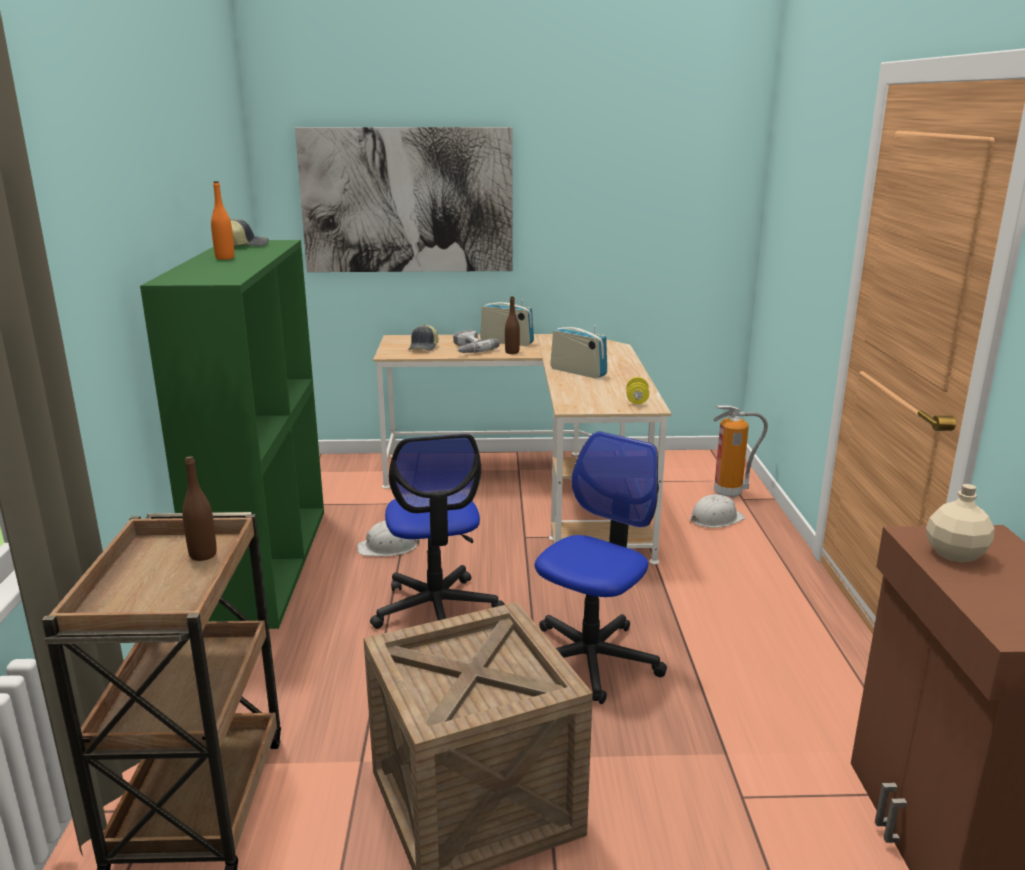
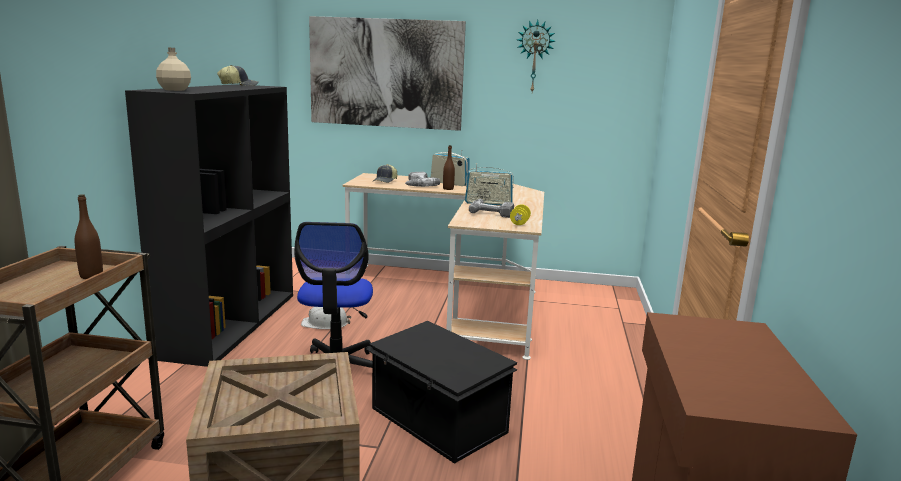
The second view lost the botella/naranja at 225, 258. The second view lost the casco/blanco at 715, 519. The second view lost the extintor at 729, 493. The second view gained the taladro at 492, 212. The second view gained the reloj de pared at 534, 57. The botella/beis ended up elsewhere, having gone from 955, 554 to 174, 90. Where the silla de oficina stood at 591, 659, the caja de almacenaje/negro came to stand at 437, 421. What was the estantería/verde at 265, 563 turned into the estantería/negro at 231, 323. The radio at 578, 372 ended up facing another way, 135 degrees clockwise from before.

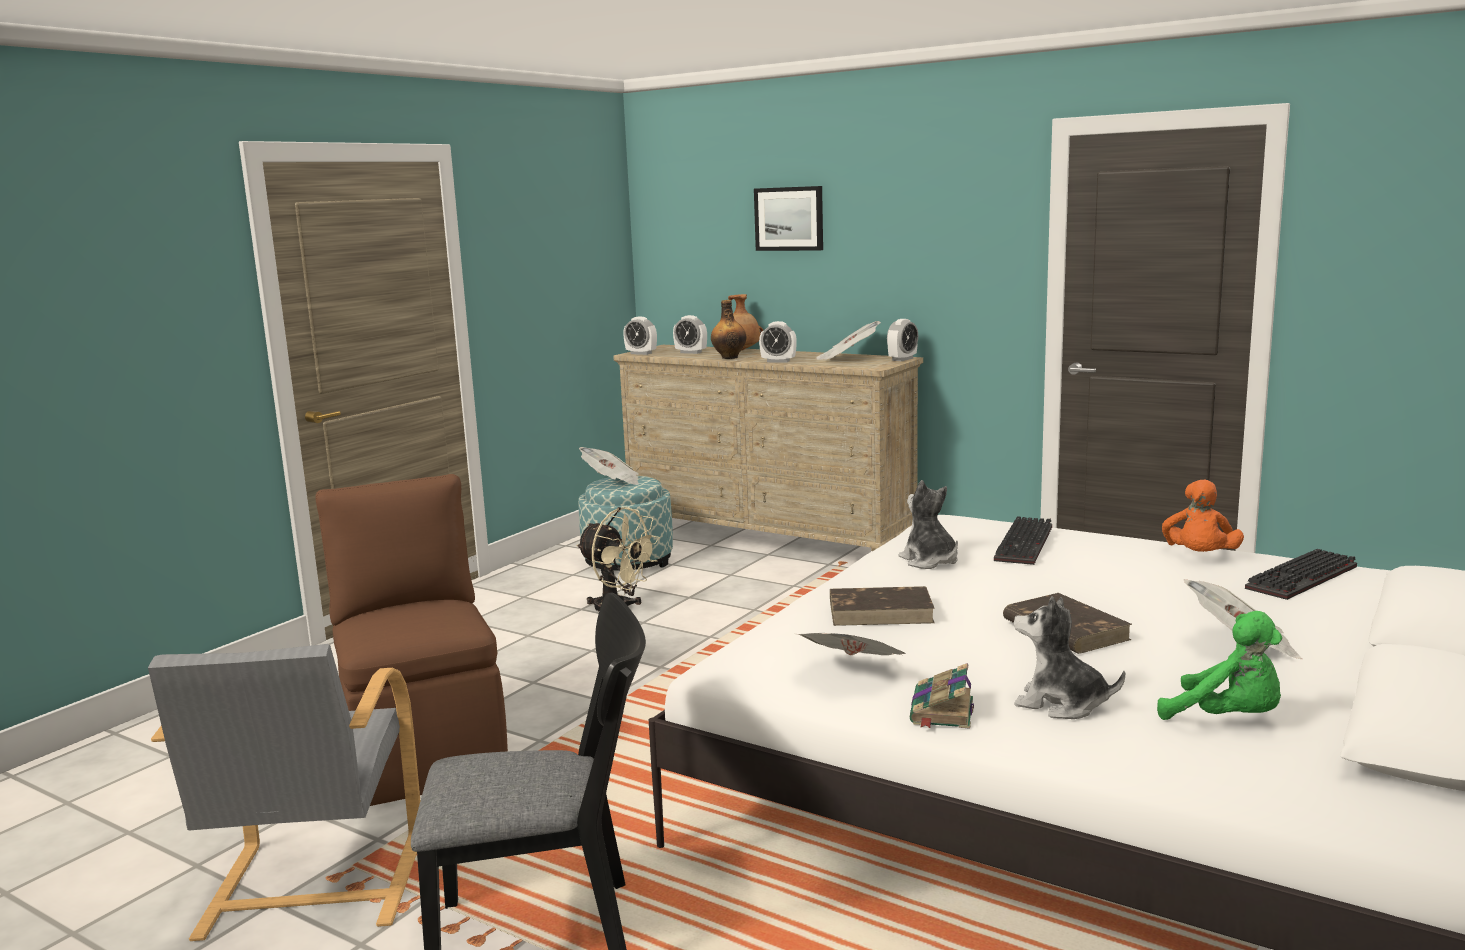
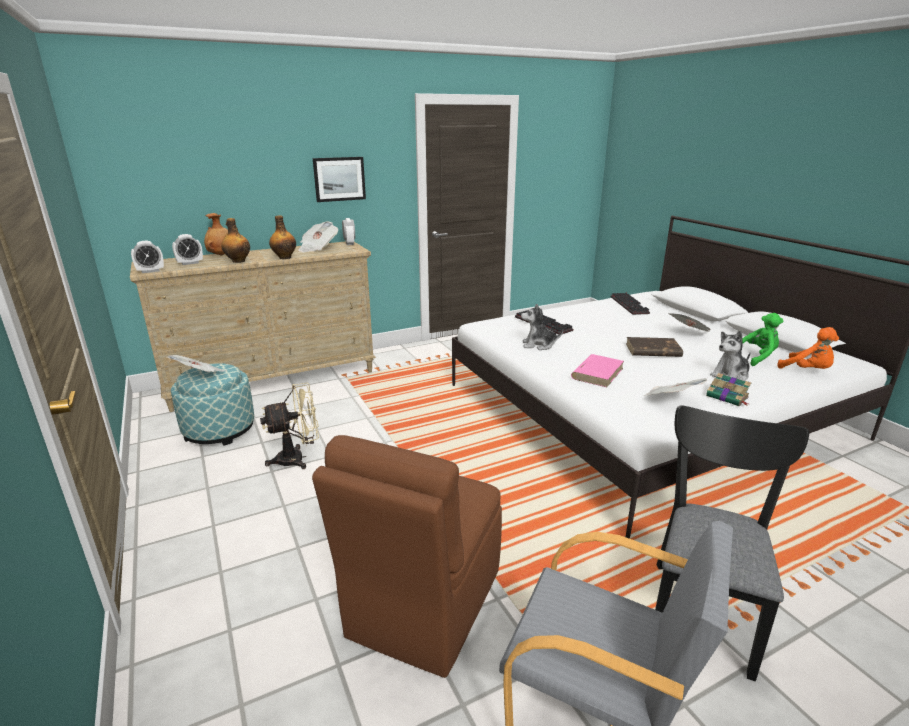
The cuadro ended up elsewhere, having gone from 789, 219 to 339, 179. The peluche/naranja ended up elsewhere, having gone from 1199, 557 to 807, 370. Where the despertador stood at 778, 361, the botella came to stand at 284, 257. What was the libro/marrón at 881, 611 turned into the libro/rosa at 597, 373. The silla/marrón at 425, 749 ended up facing another way, 75 degrees counterclockwise from before.

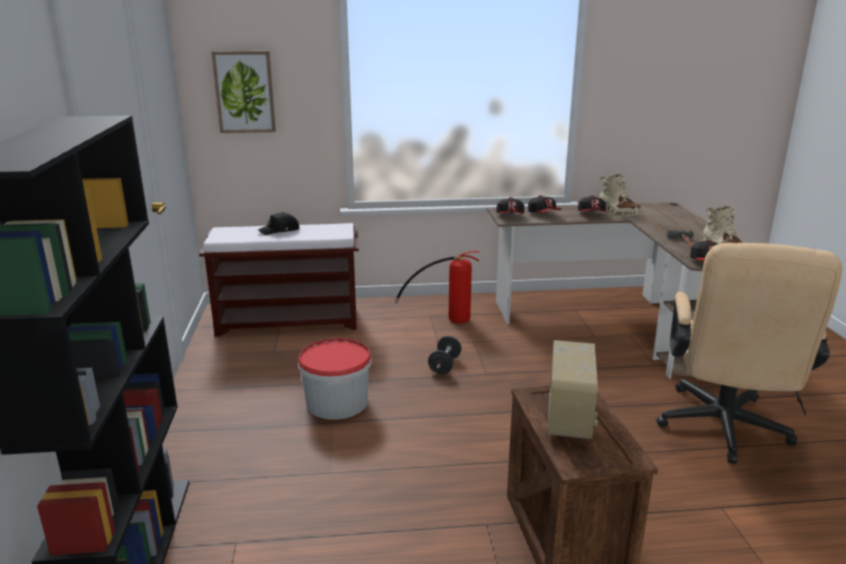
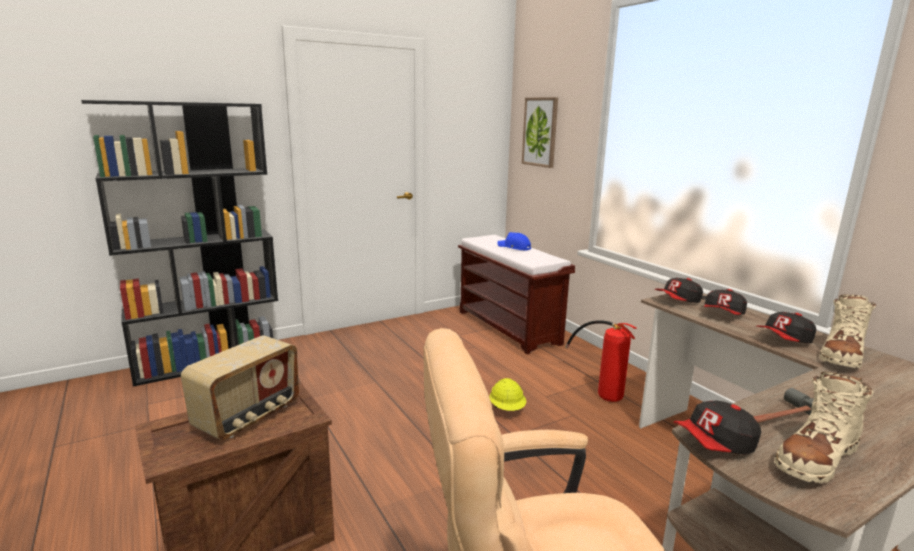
The second view lost the cubo at 337, 402. Where the mancuerna/negro stood at 444, 365, the casco/amarillo came to stand at 507, 409. What was the gorra/negro at 280, 230 turned into the gorra/azul at 514, 247. The radio at 570, 417 ended up facing another way, 45 degrees counterclockwise from before.

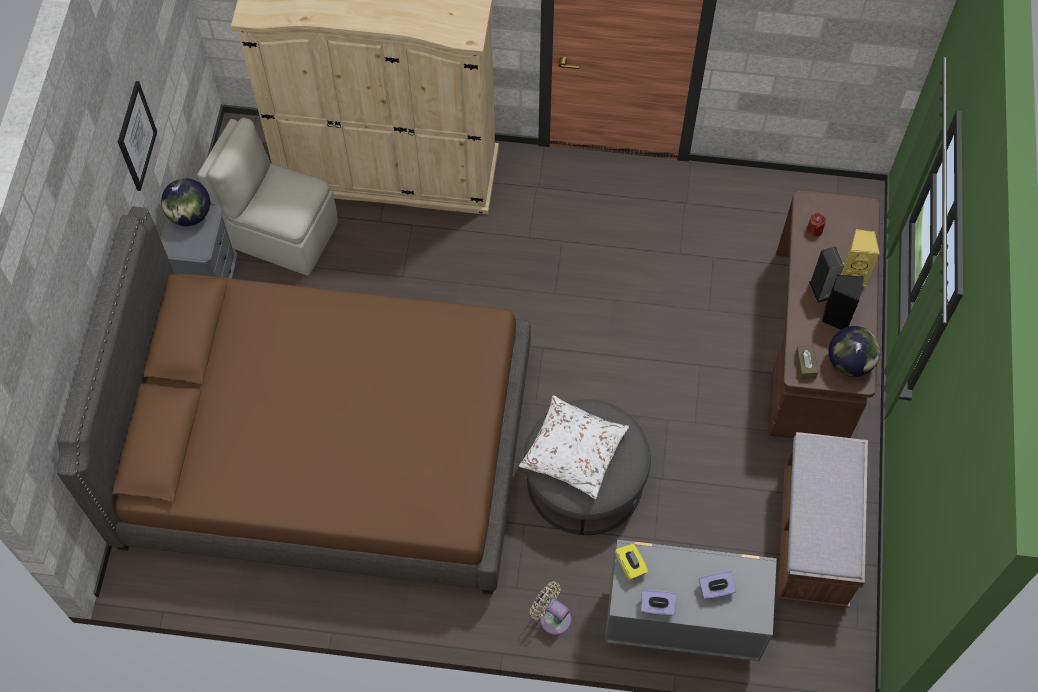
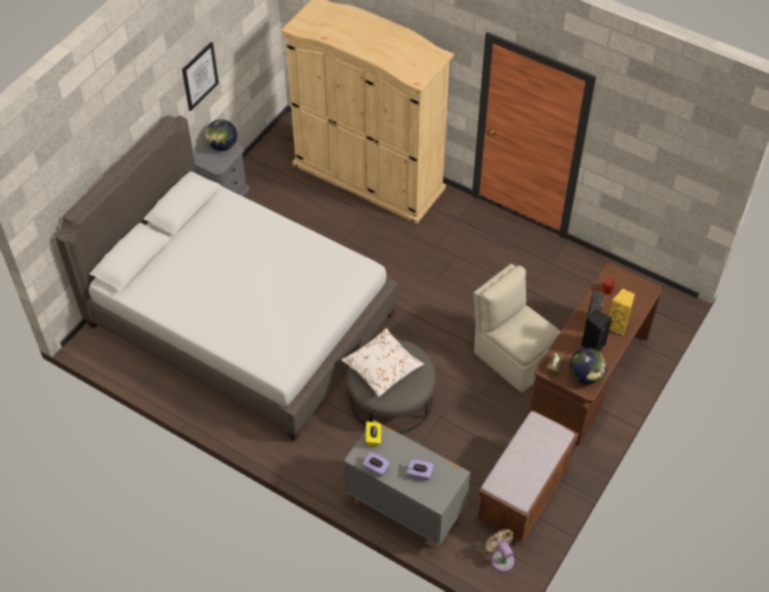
The silla/beis ended up elsewhere, having gone from 281, 233 to 513, 356. The ventilador/beis ended up elsewhere, having gone from 552, 617 to 501, 558. What was the cama/marrón at 327, 451 turned into the cama/gris at 241, 320.

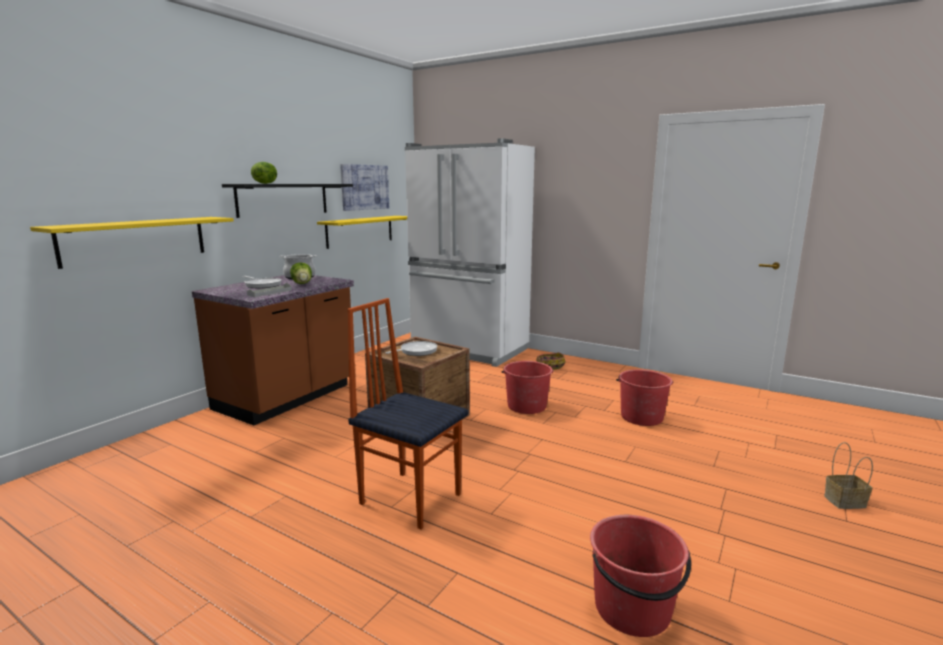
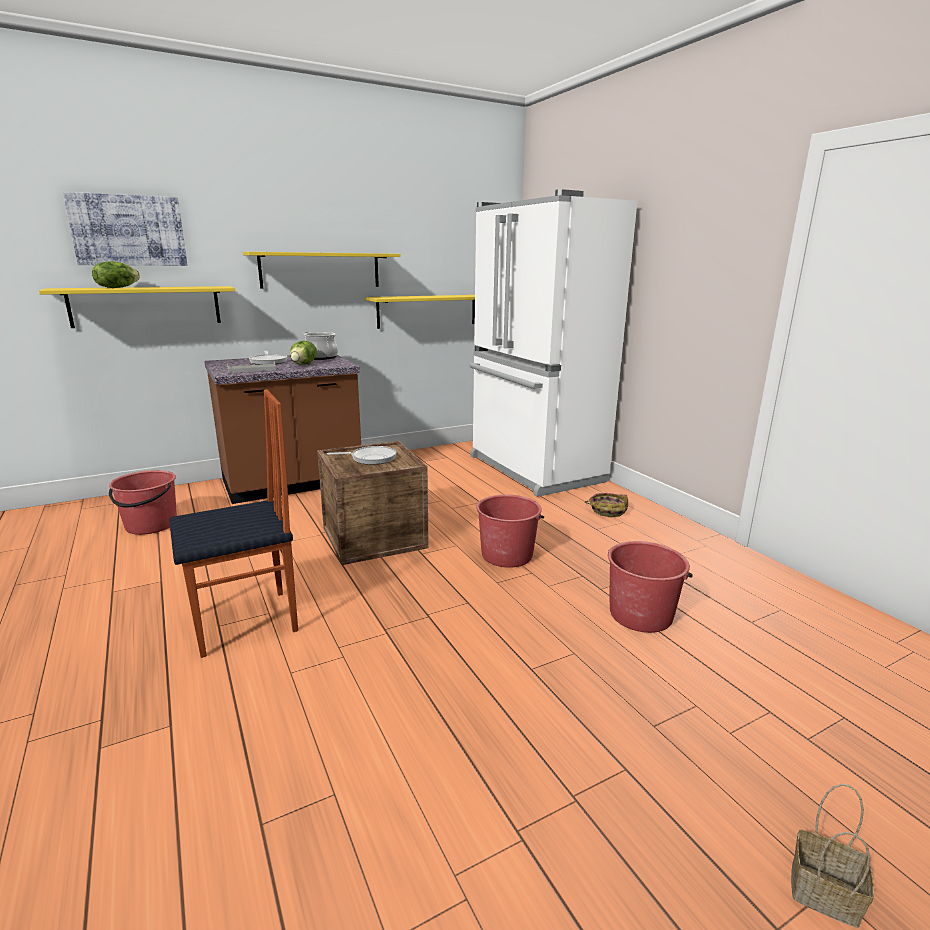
The lechuga ended up elsewhere, having gone from 265, 183 to 117, 288. The cuadro ended up elsewhere, having gone from 365, 187 to 128, 230. The cubo/rojo ended up elsewhere, having gone from 633, 609 to 150, 525. What was the estante/negro at 283, 199 turned into the estante/amarillo at 320, 270. The silla at 410, 498 ended up facing another way, 90 degrees clockwise from before.

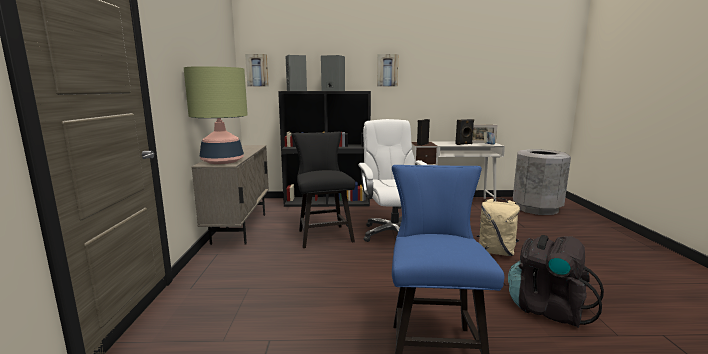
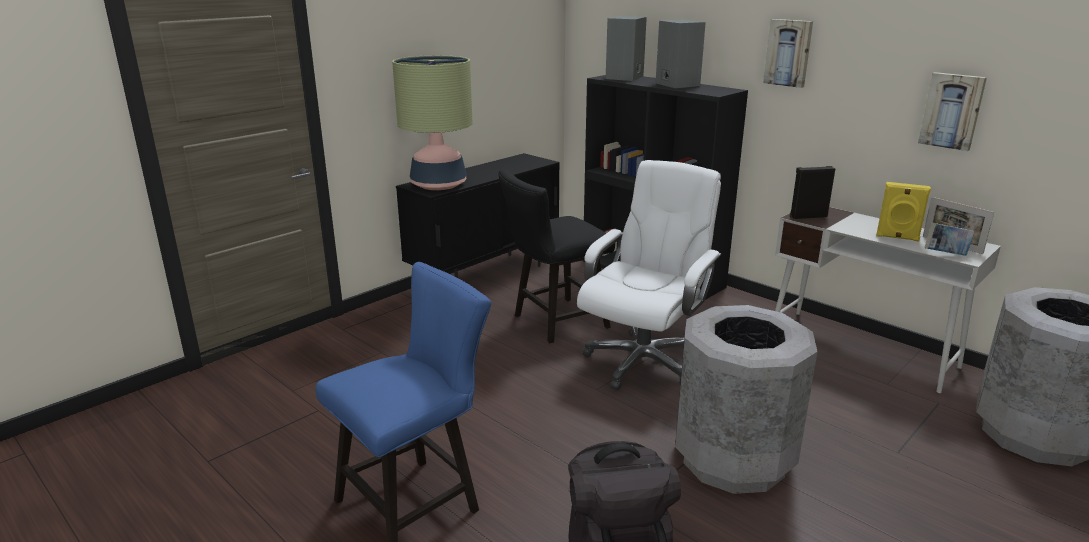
The cuadro ended up elsewhere, having gone from 257, 70 to 952, 111. Where the mochila/beis stood at 496, 252, the papelera/gris came to stand at 734, 460. What was the armario/beis at 240, 228 turned into the armario/negro at 485, 276. What was the altavoz/negro at 464, 144 turned into the altavoz/amarillo at 897, 237. The silla/negro at 323, 234 ended up facing another way, 150 degrees counterclockwise from before.

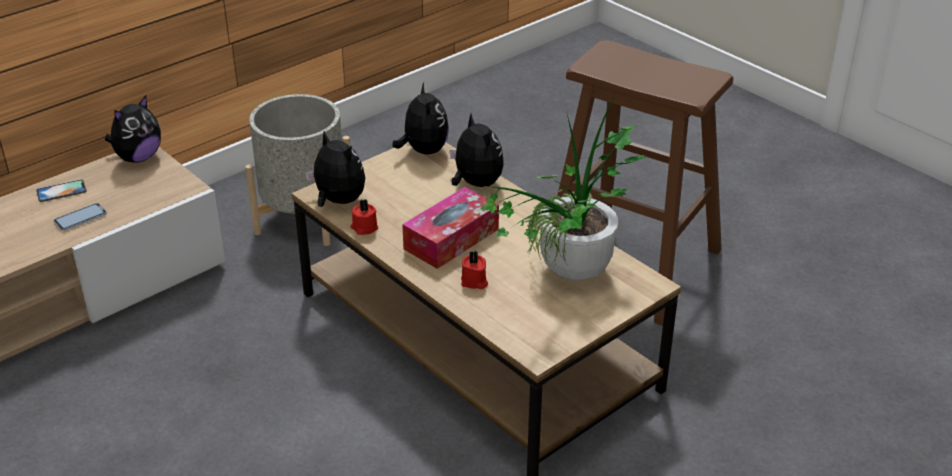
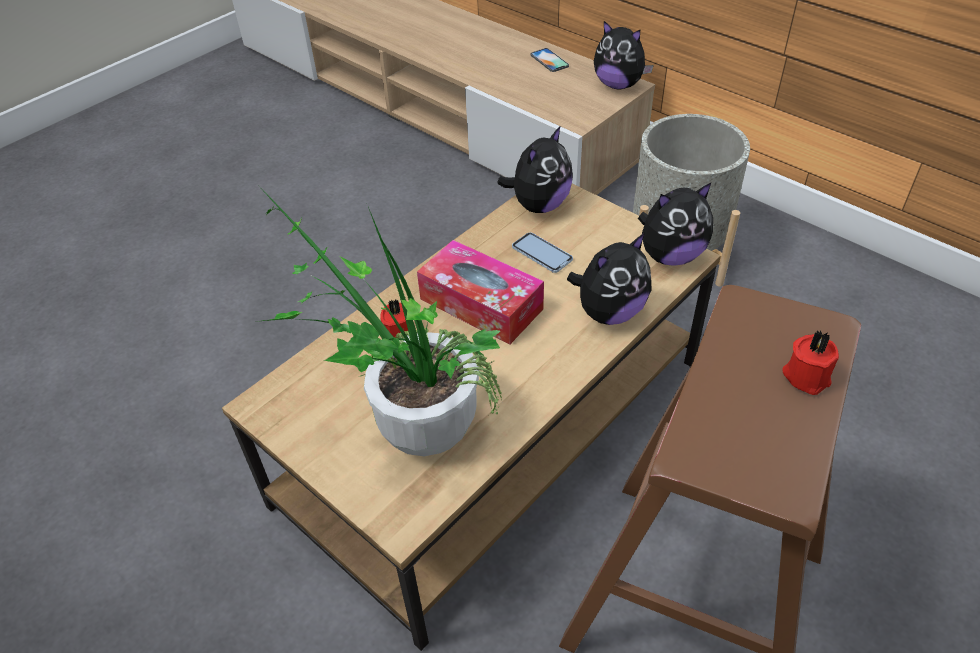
The móvil ended up elsewhere, having gone from 80, 218 to 542, 254. The vela/rojo ended up elsewhere, having gone from 364, 228 to 807, 375.

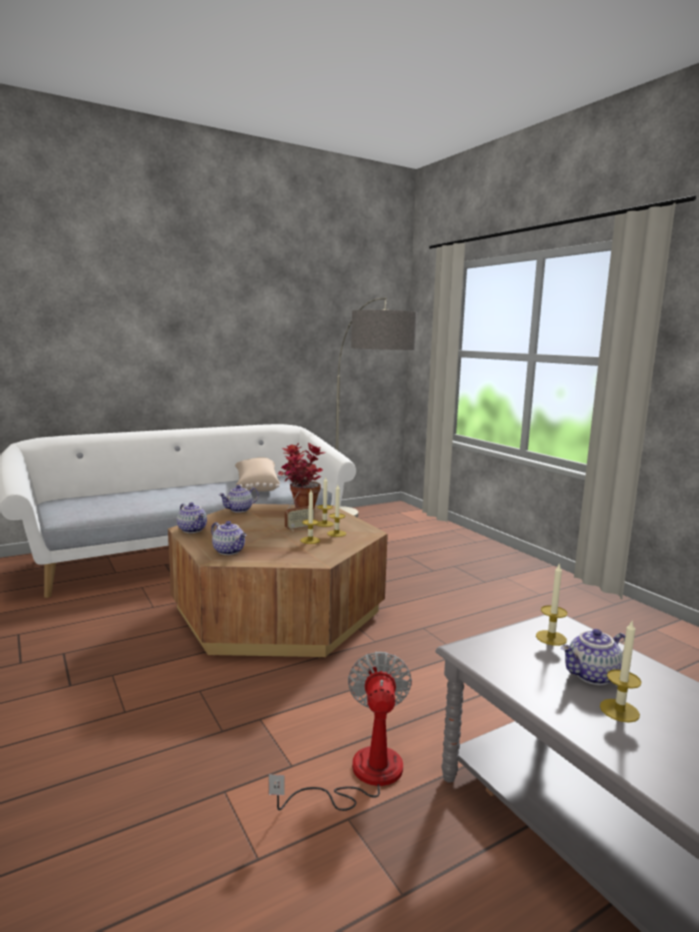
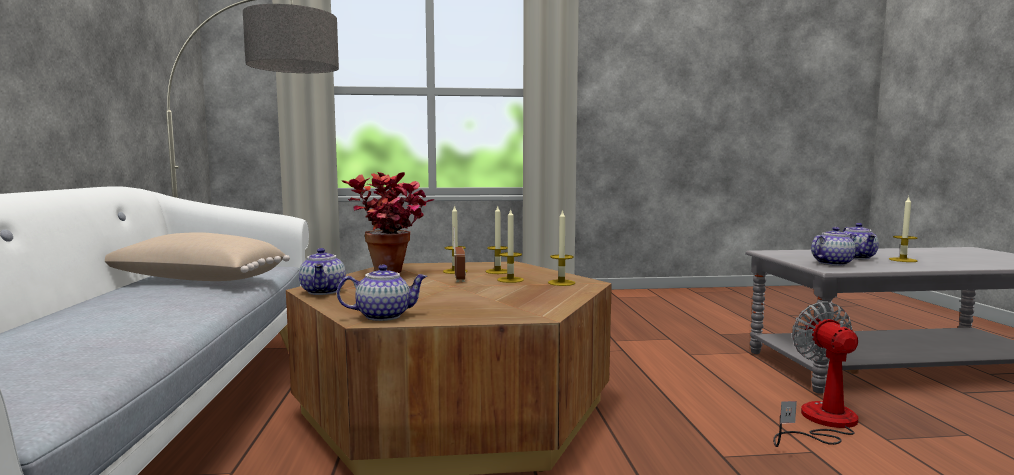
The tetera ended up elsewhere, having gone from 229, 551 to 832, 263. The vela ended up elsewhere, having gone from 551, 638 to 561, 283. The ventilador at 361, 775 ended up facing another way, 60 degrees clockwise from before.

